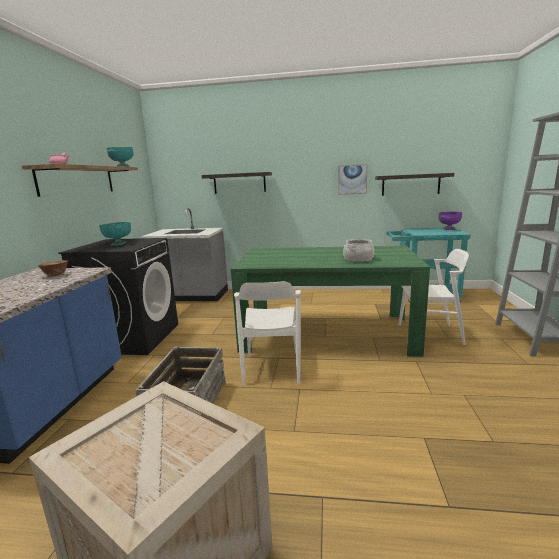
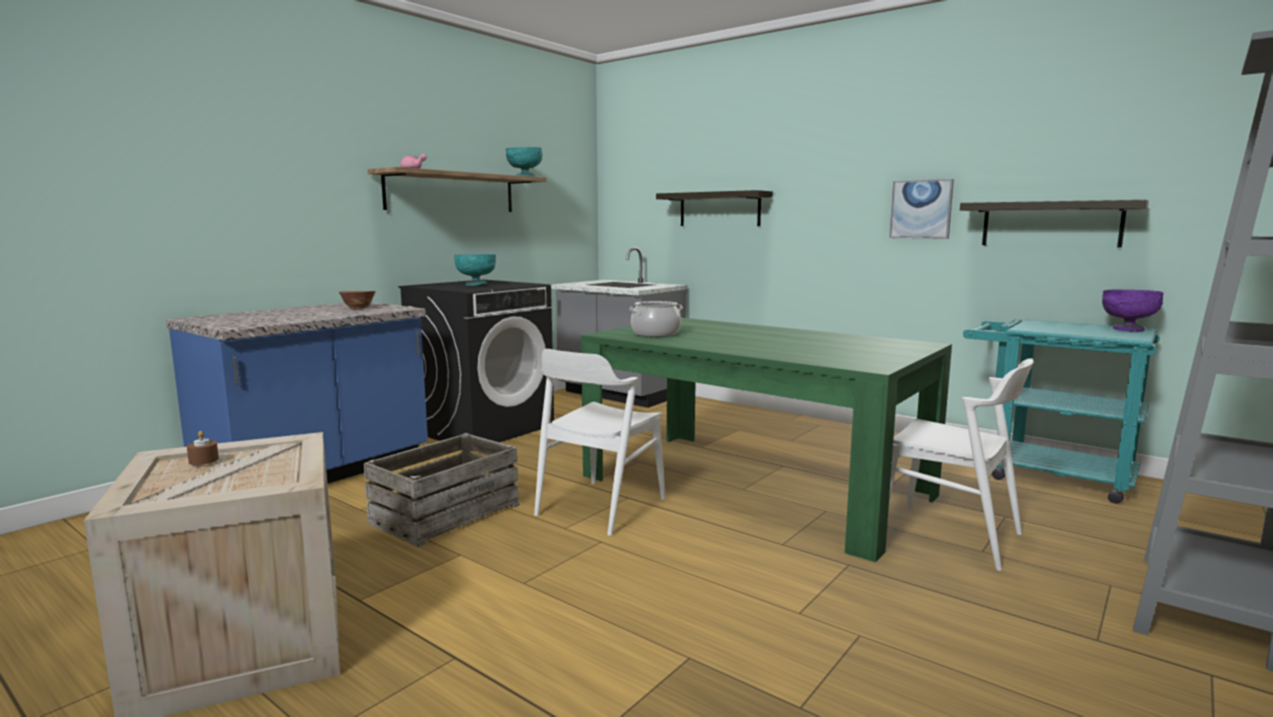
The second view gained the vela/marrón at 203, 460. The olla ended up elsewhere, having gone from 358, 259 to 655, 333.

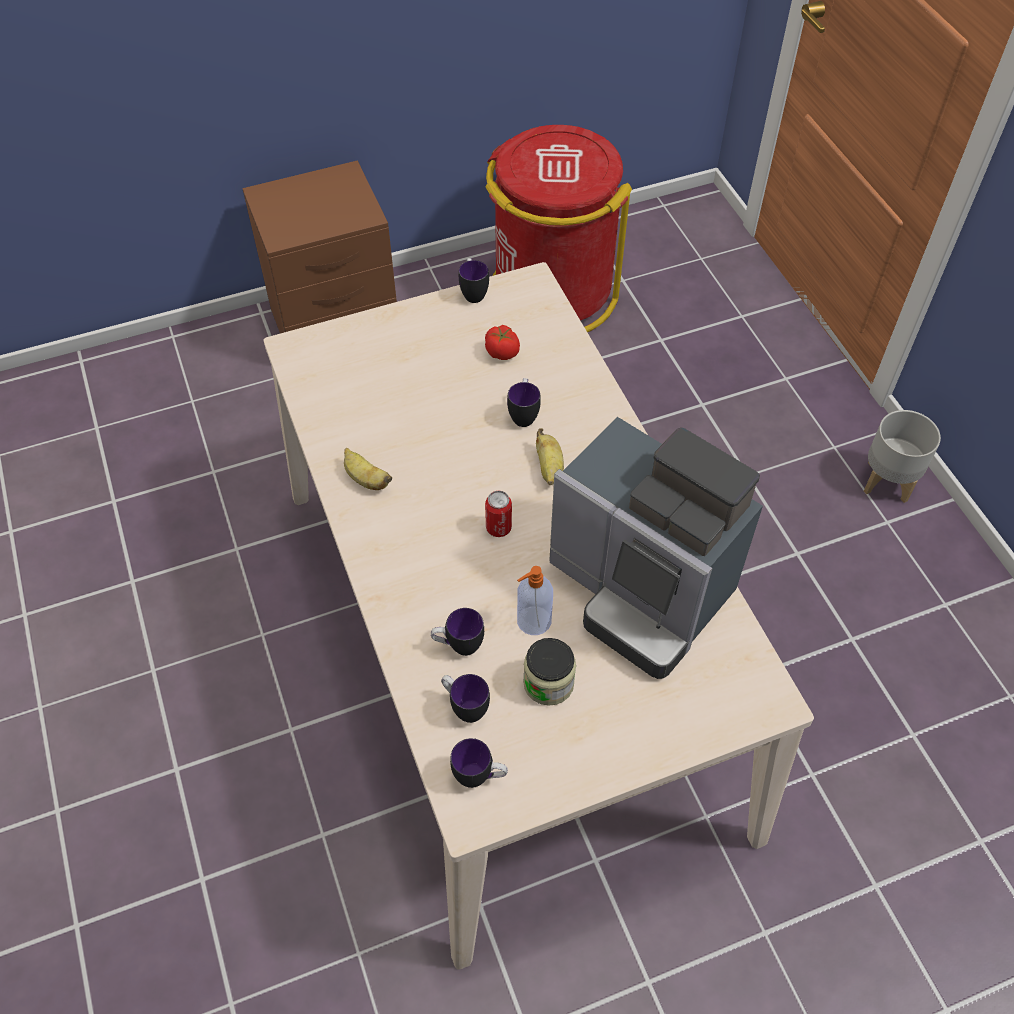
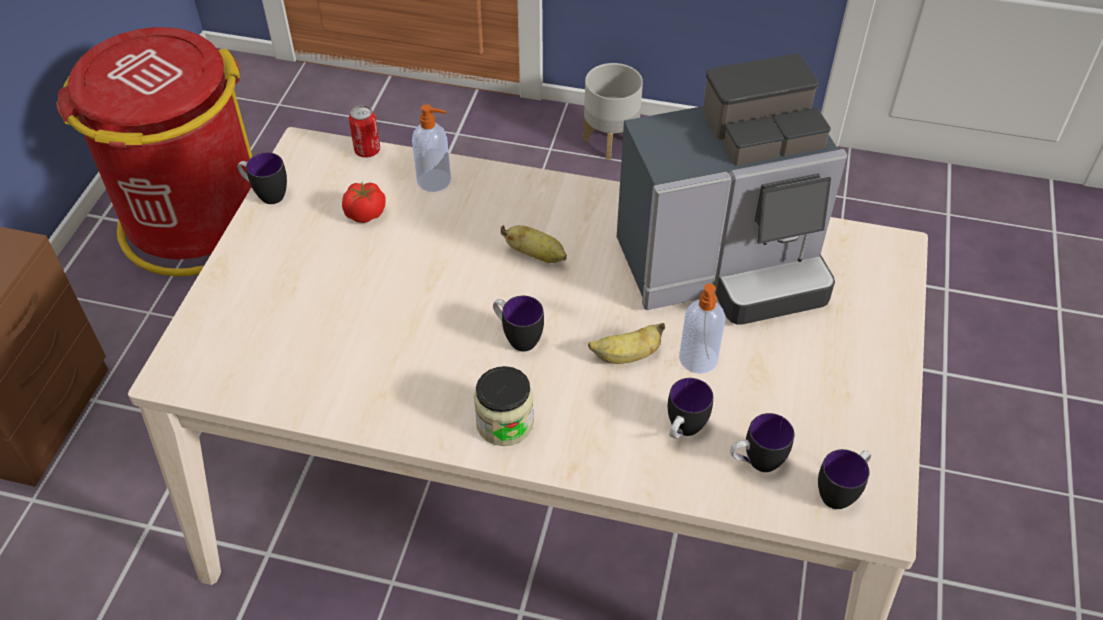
The second view gained the dispensador de jabón at 435, 181. The plátano ended up elsewhere, having gone from 366, 479 to 626, 356. The lata ended up elsewhere, having gone from 498, 528 to 367, 151. The taza grande ended up elsewhere, having gone from 523, 414 to 517, 338. The tarro ended up elsewhere, having gone from 548, 683 to 504, 423.

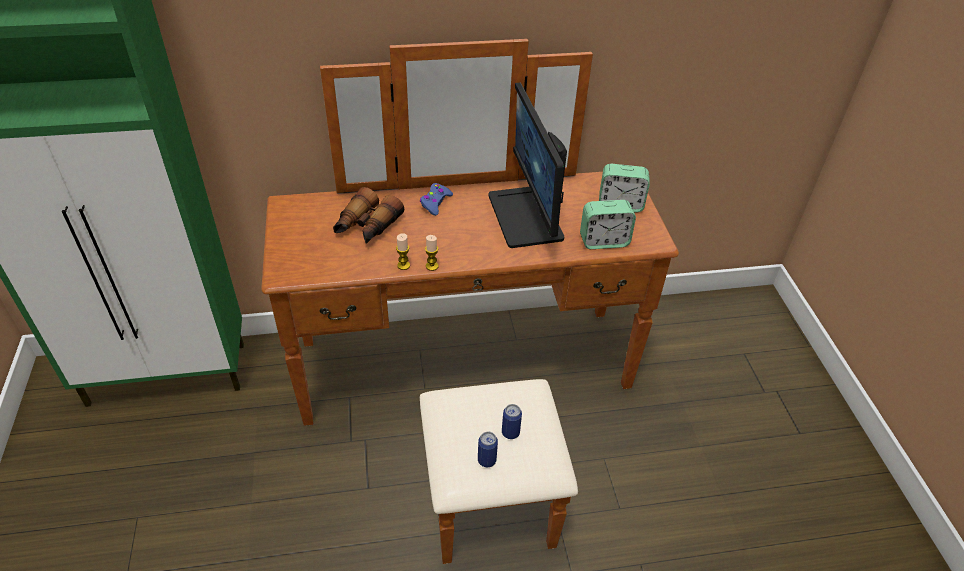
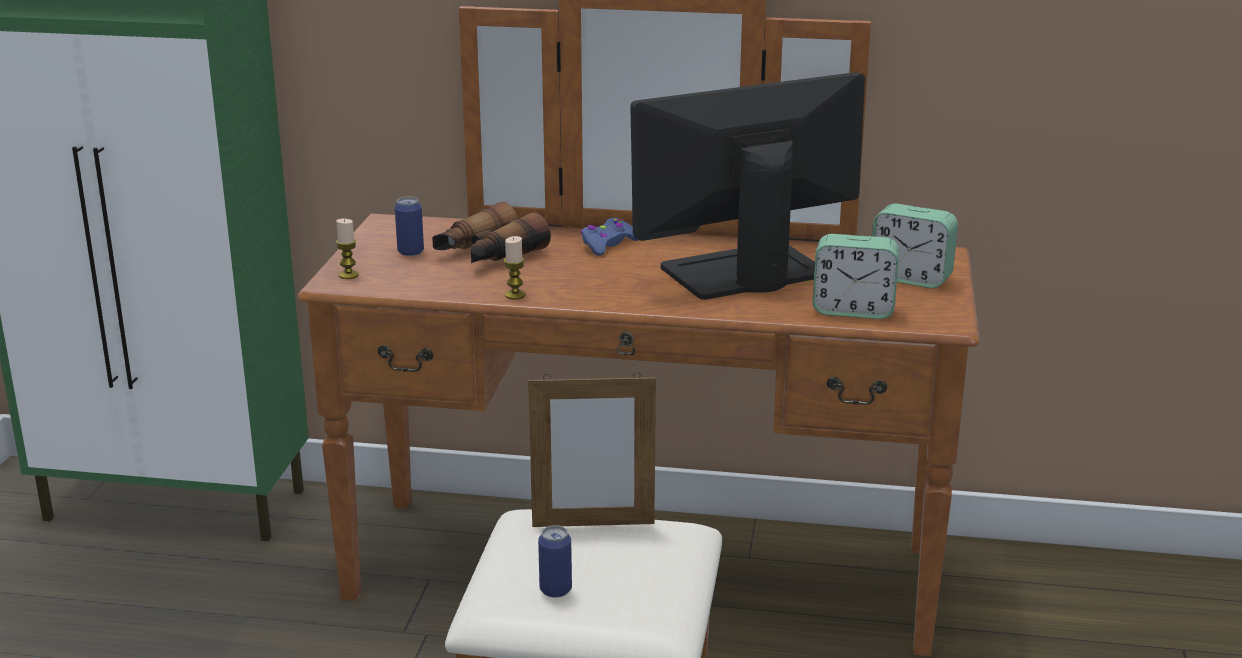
The second view gained the portarretratos at 593, 524. The vela ended up elsewhere, having gone from 432, 266 to 348, 275. The lata ended up elsewhere, having gone from 510, 432 to 410, 252. The monitor at 527, 217 ended up facing another way, 60 degrees clockwise from before.

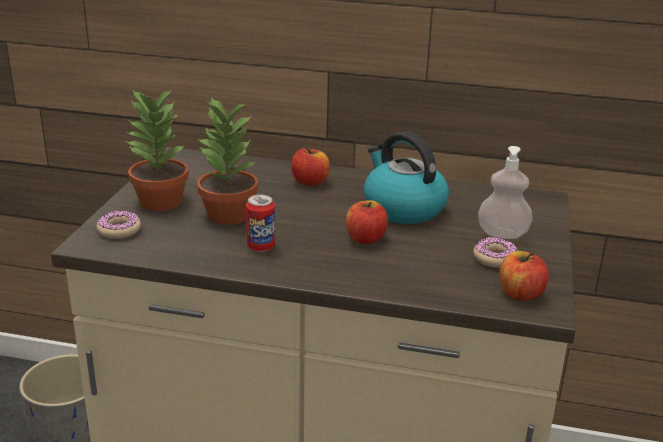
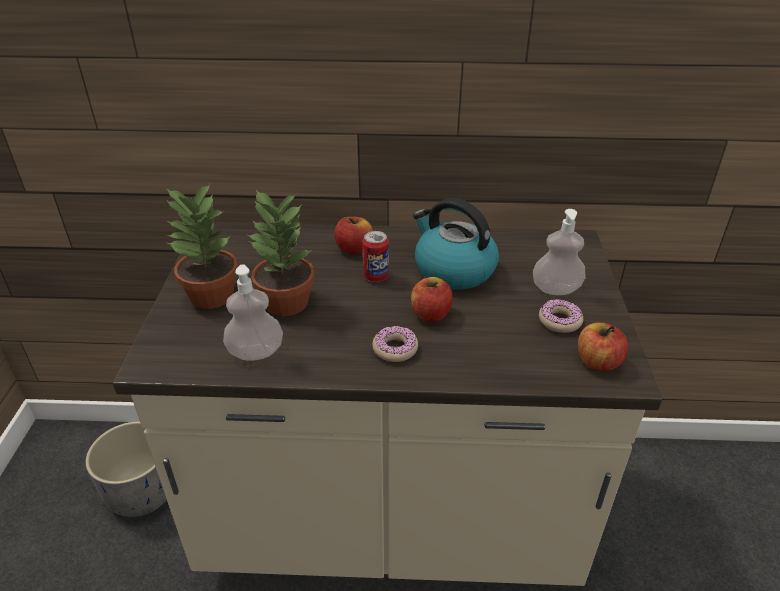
The second view gained the dispensador de jabón at 256, 352. The rosquilla ended up elsewhere, having gone from 119, 230 to 395, 349. The lata ended up elsewhere, having gone from 260, 247 to 376, 276.

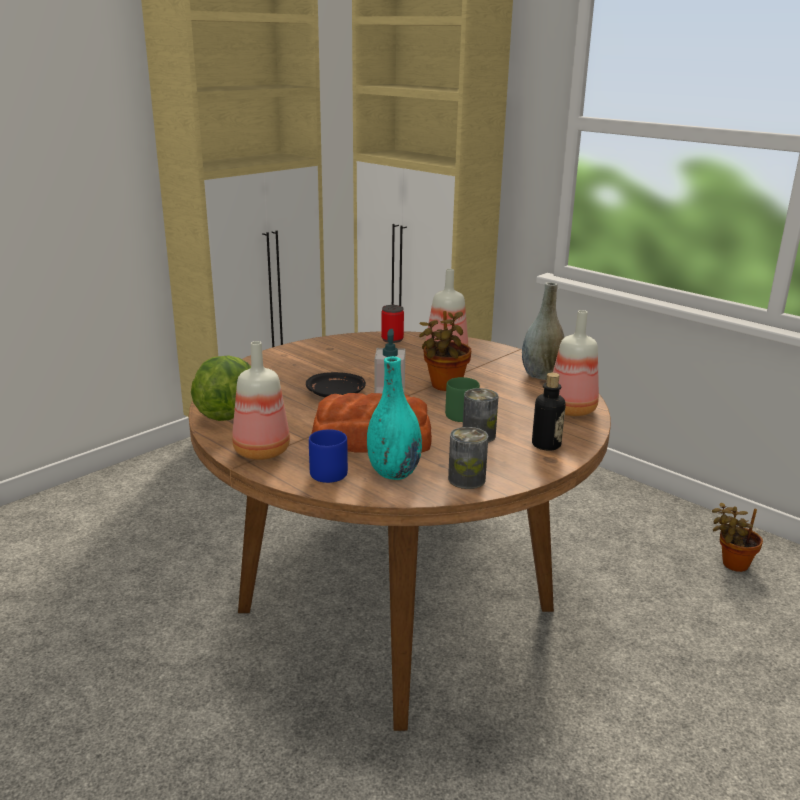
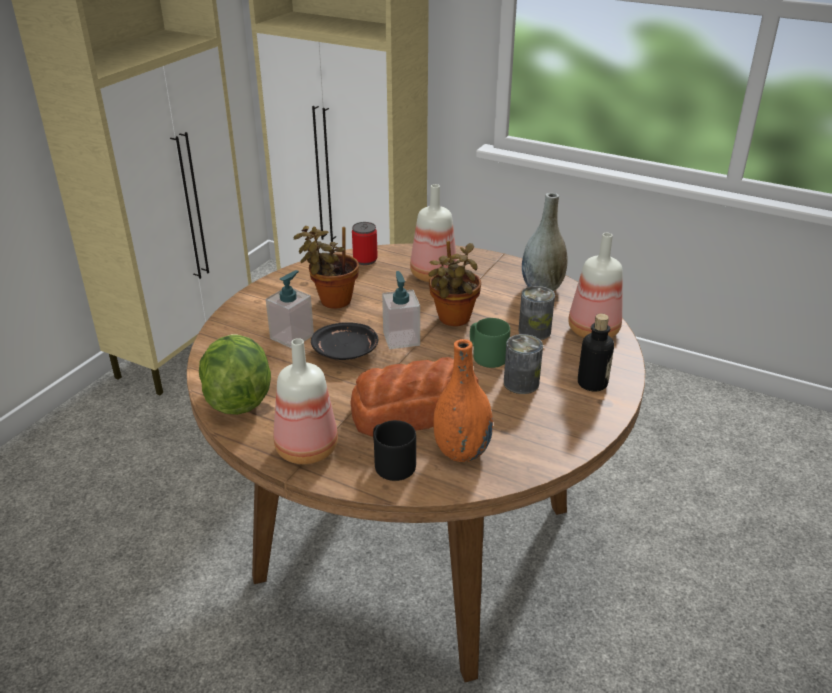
The second view gained the dispensador de jabón at 292, 337. The lata ended up elsewhere, having gone from 466, 479 to 534, 331. The planta en maceta ended up elsewhere, having gone from 731, 564 to 331, 300. What was the taza grande/azul at 327, 471 turned into the taza grande/negro at 392, 464. What was the florero/turquesa at 394, 472 turned into the florero/naranja at 461, 452.

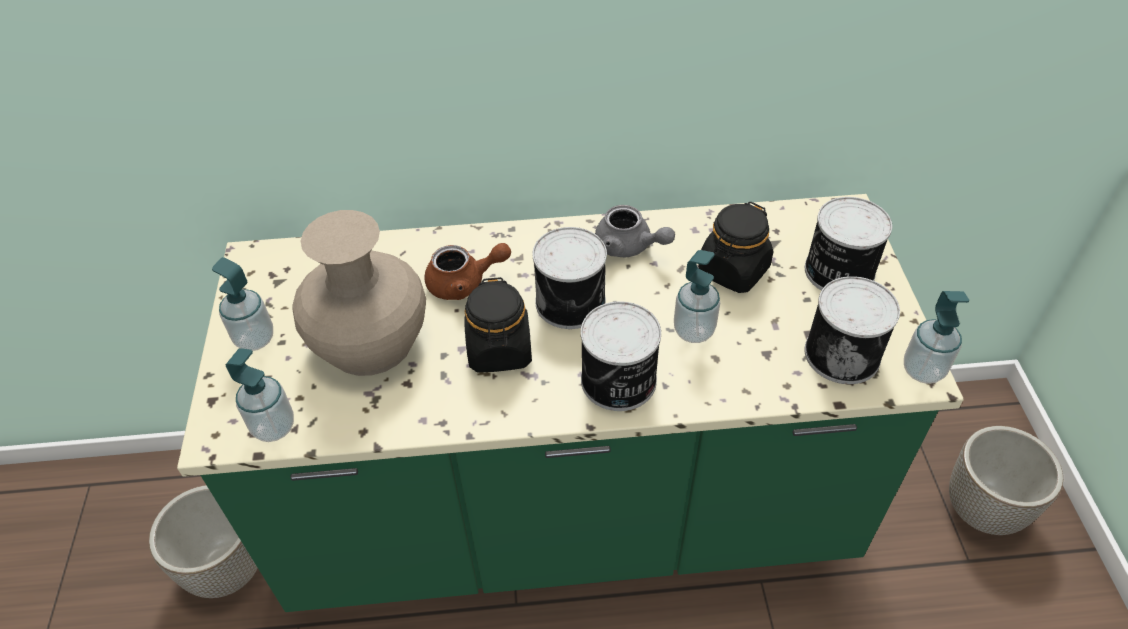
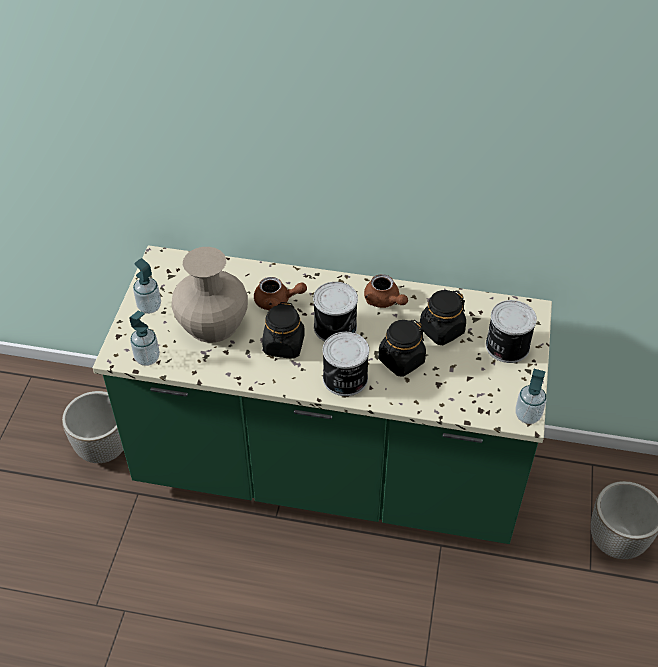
The second view lost the lata at 842, 353. Where the dispensador de jabón stood at 693, 331, the tarro/negro came to stand at 401, 361. What was the tetera/gris at 629, 247 turned into the tetera/marrón at 384, 301.

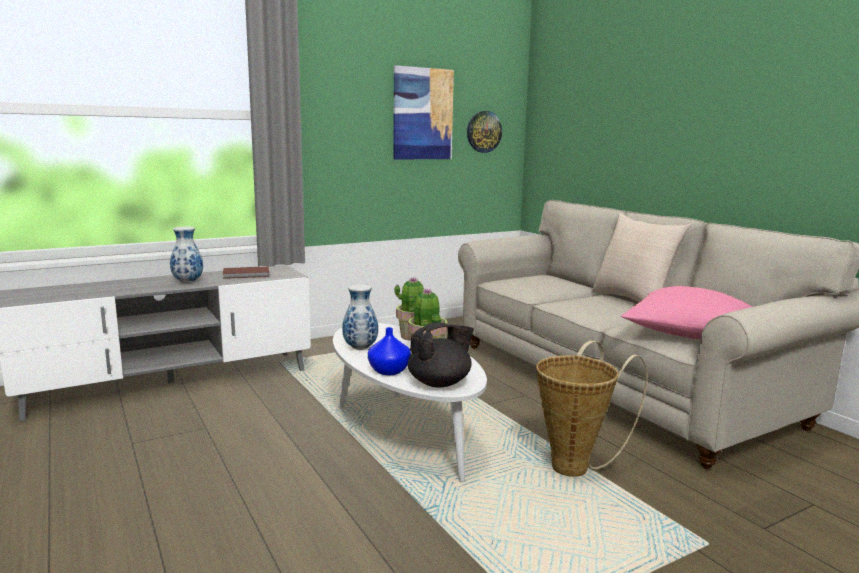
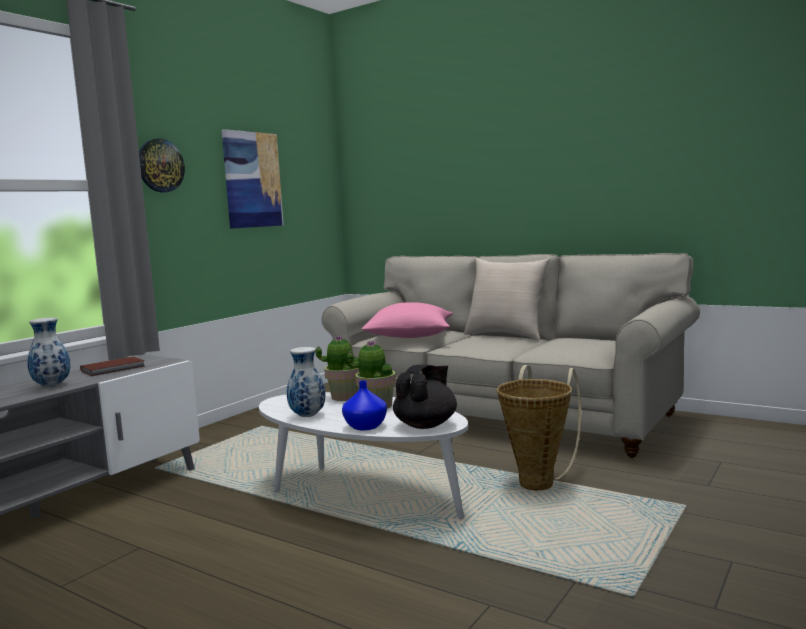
The reloj de pared ended up elsewhere, having gone from 484, 131 to 160, 165. The cojín/rosa ended up elsewhere, having gone from 689, 333 to 410, 336.

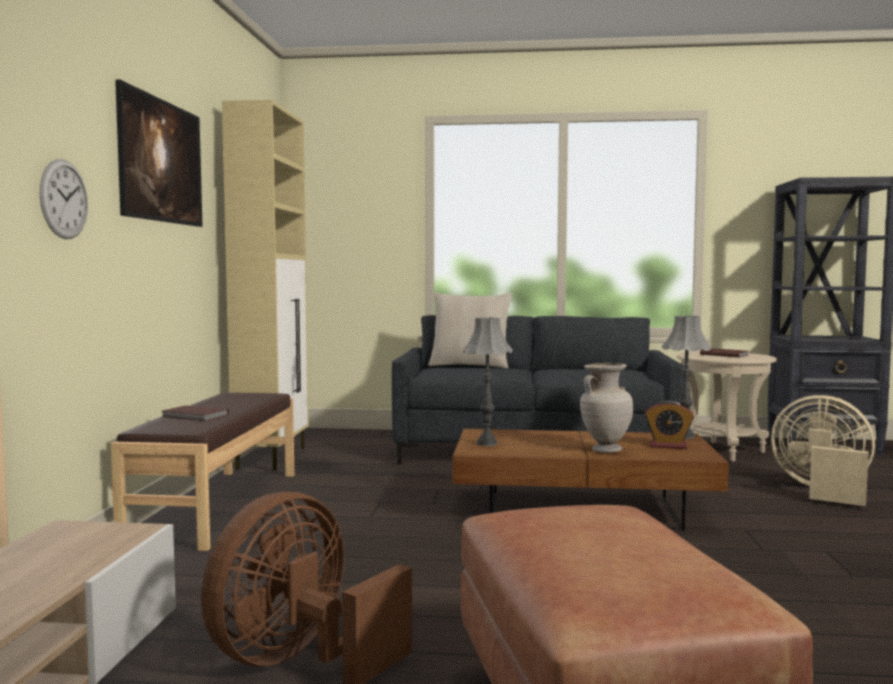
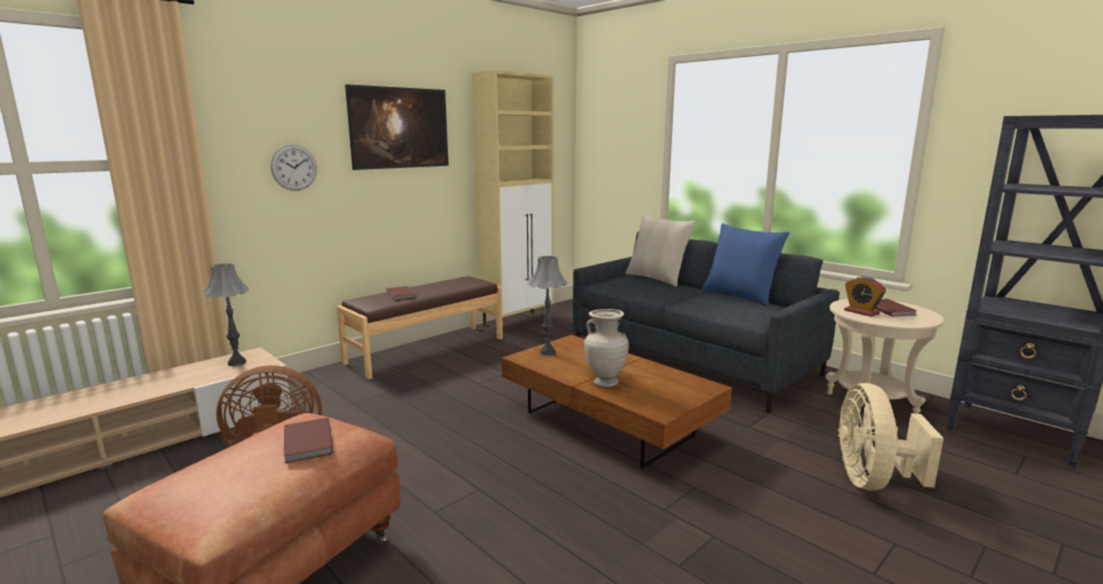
The second view gained the libro/marrón at 306, 443. The second view gained the cojín/azul at 740, 296. The despertador ended up elsewhere, having gone from 668, 446 to 861, 312. The lámpara de mesa/gris ended up elsewhere, having gone from 684, 436 to 236, 363. The ventilador/beis at 822, 491 ended up facing another way, 150 degrees counterclockwise from before.

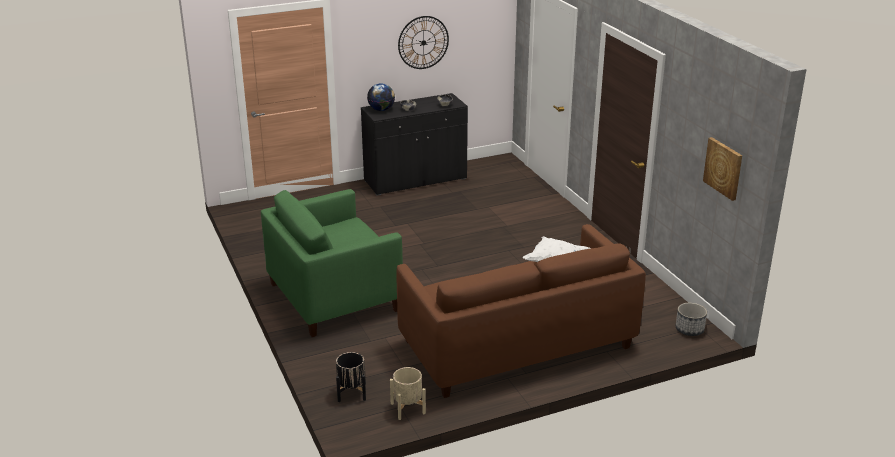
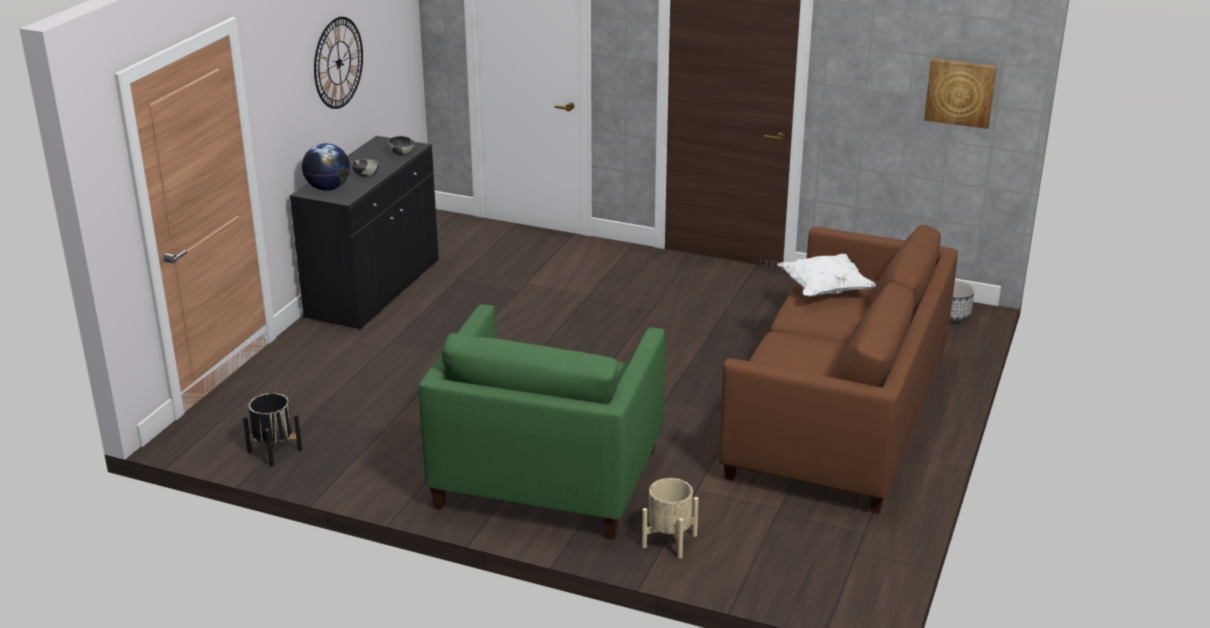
The maceta/negro ended up elsewhere, having gone from 351, 392 to 274, 451. The maceta/beis ended up elsewhere, having gone from 408, 408 to 670, 541.

